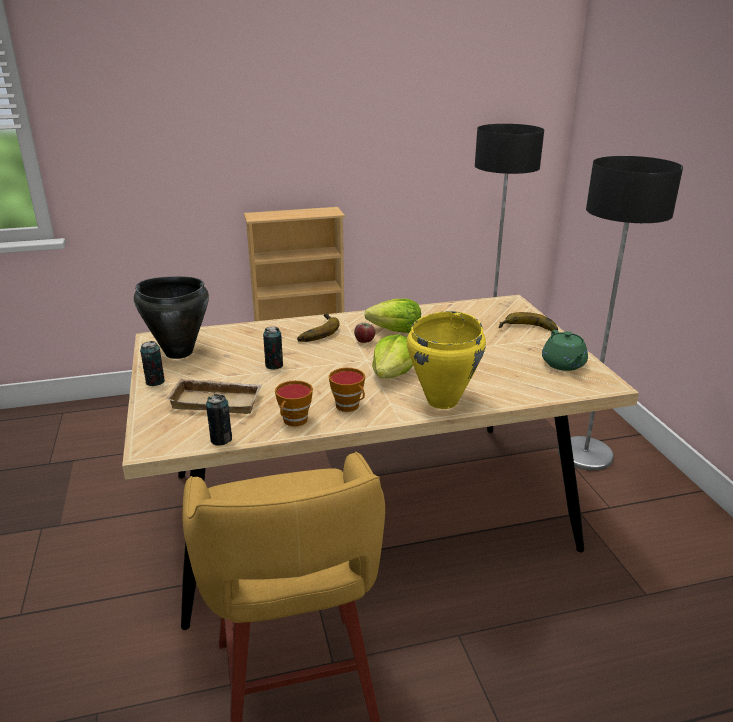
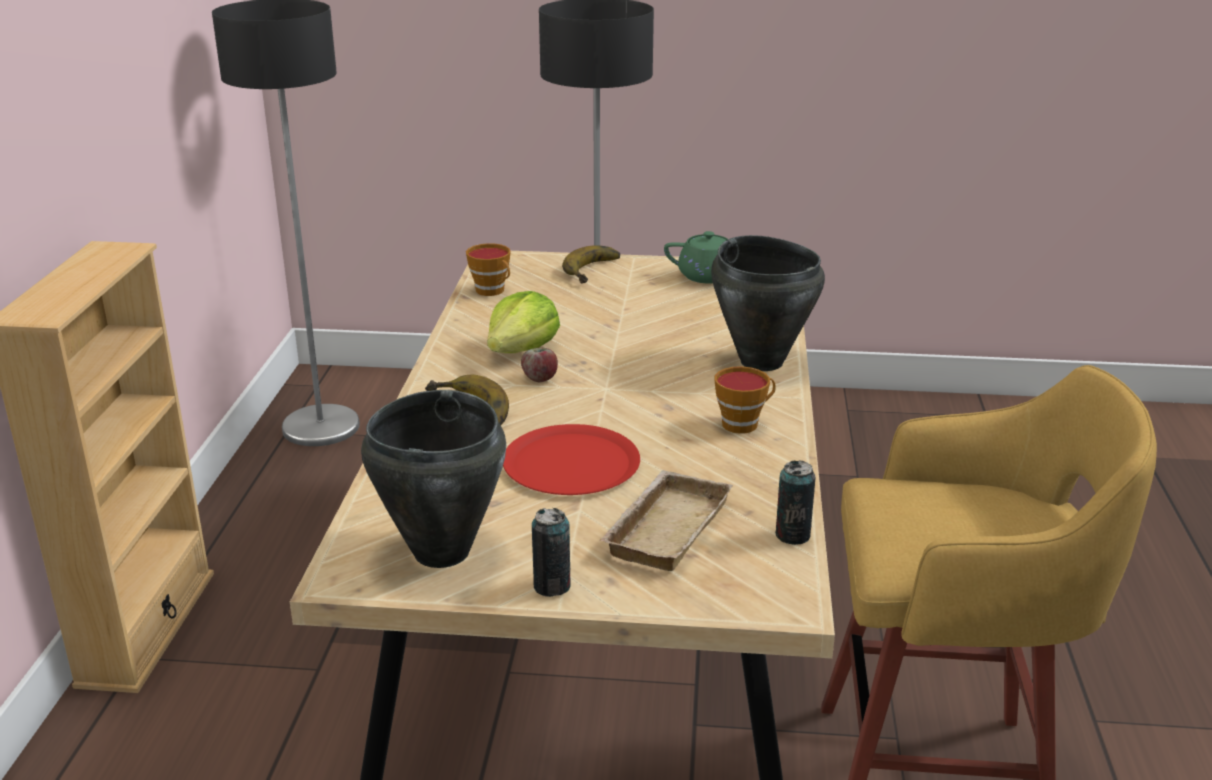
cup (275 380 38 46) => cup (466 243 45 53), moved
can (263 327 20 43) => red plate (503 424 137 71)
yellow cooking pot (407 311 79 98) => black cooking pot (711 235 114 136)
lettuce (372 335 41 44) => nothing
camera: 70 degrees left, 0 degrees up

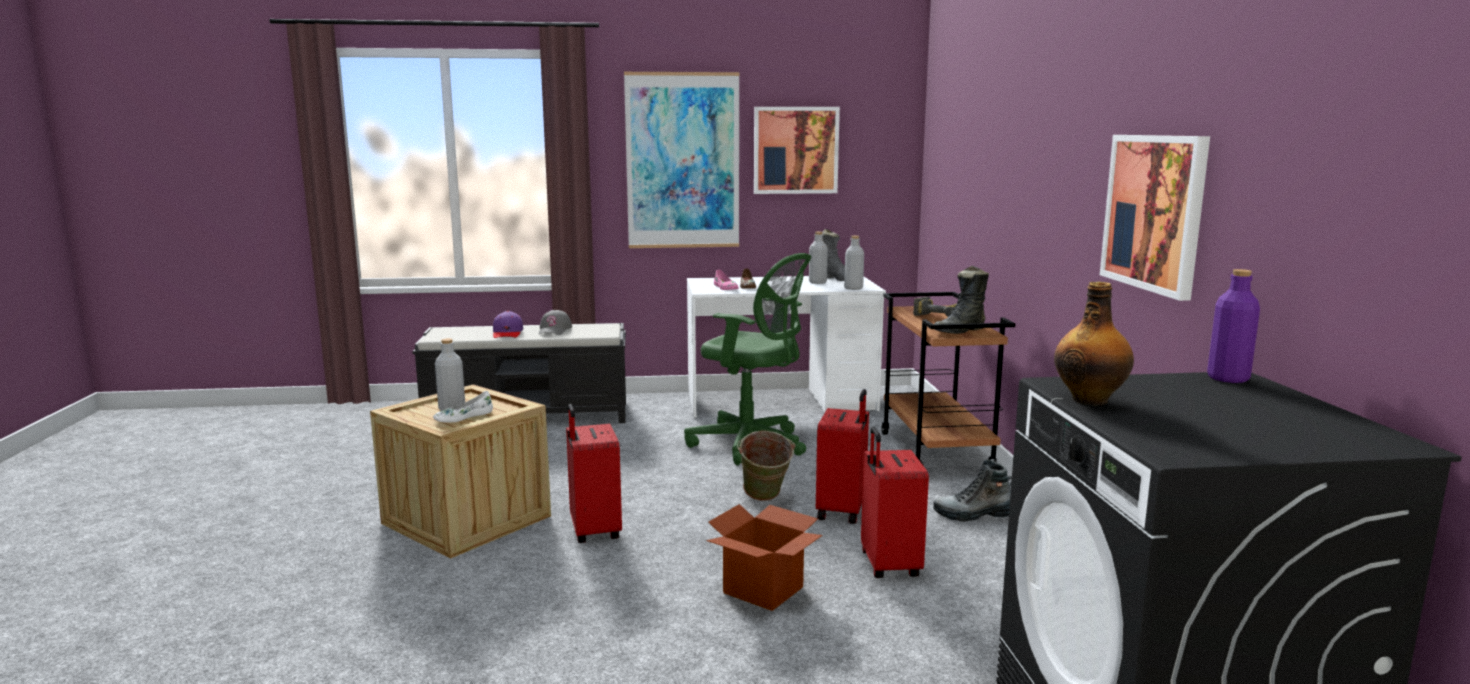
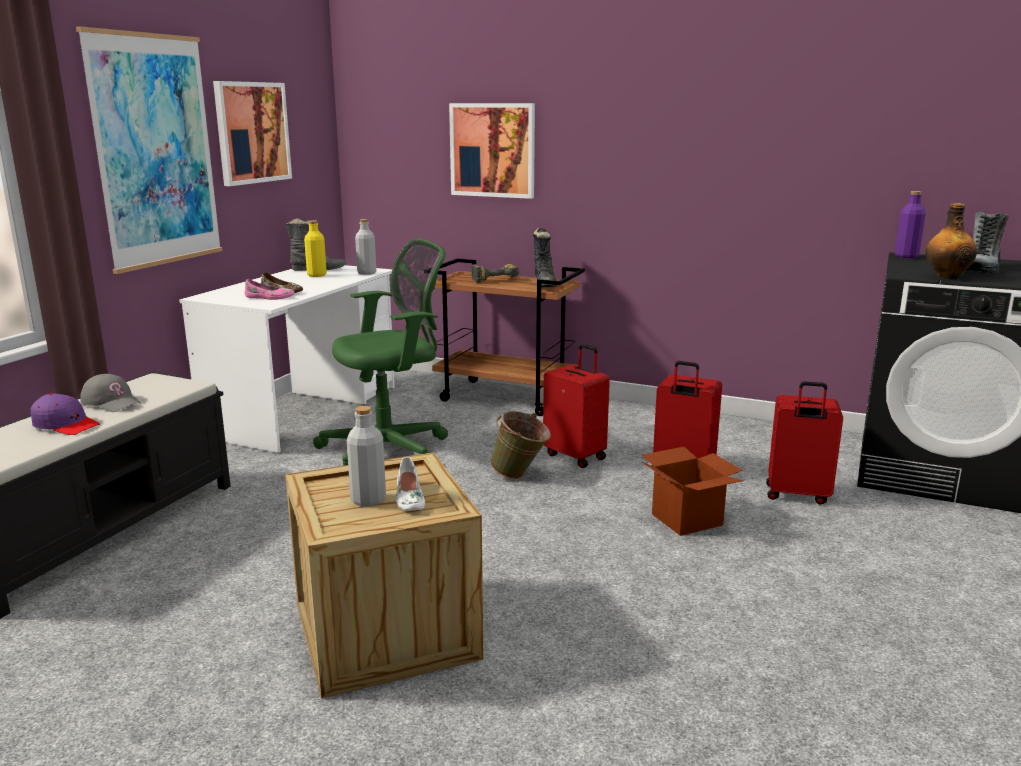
grey bottle (809 232 19 52) => yellow bottle (304 220 23 57)
picture (1100 135 110 166) => picture (449 103 86 96), moved
red suitcase (566 404 56 139) => red suitcase (766 381 77 124), moved
boot (933 459 79 63) => boot (966 212 43 62), moved
camera: 60 degrees left, 5 degrees up

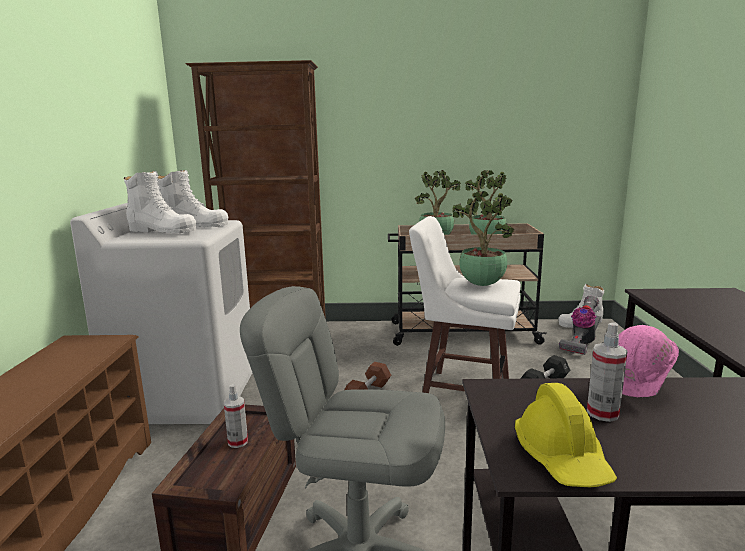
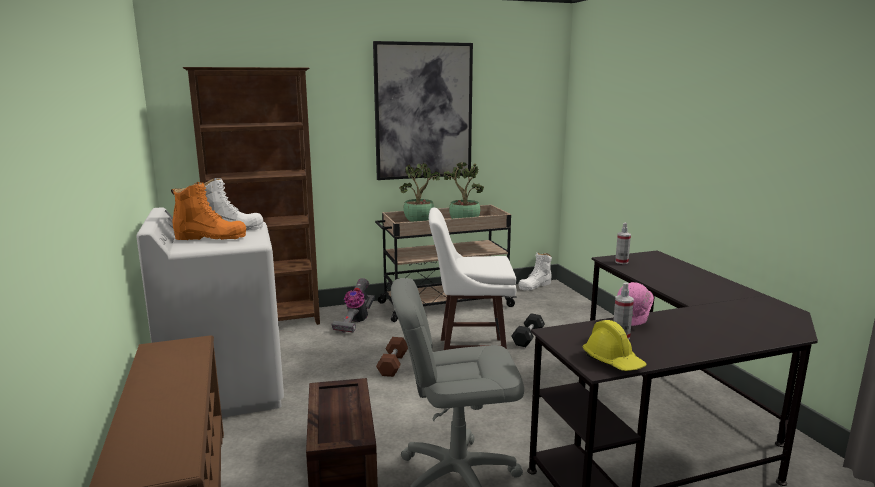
white boot (124 171 73 62) => orange boot (171 182 75 58)
vacuum cleaner (559 296 42 59) => vacuum cleaner (331 278 44 55), moved
nothing => picture (373 41 100 139)
spray bottle (224 384 24 64) => spray bottle (615 223 16 41), moved
potted plant (452 190 62 96) => nothing
camera: 20 degrees left, 0 degrees up

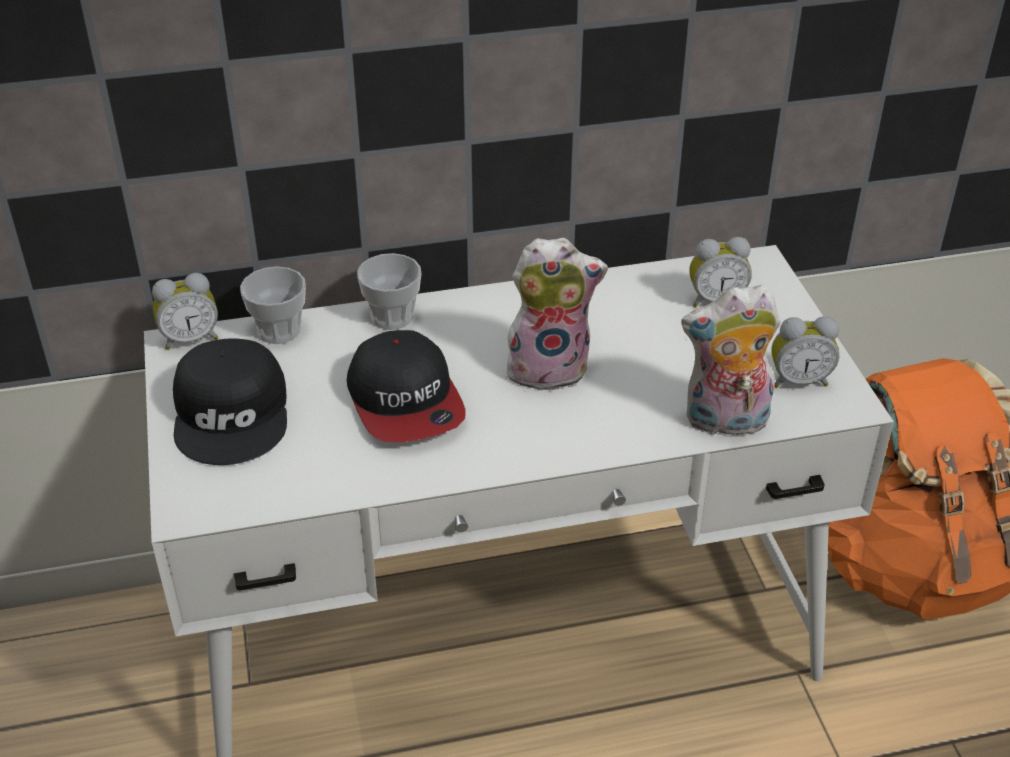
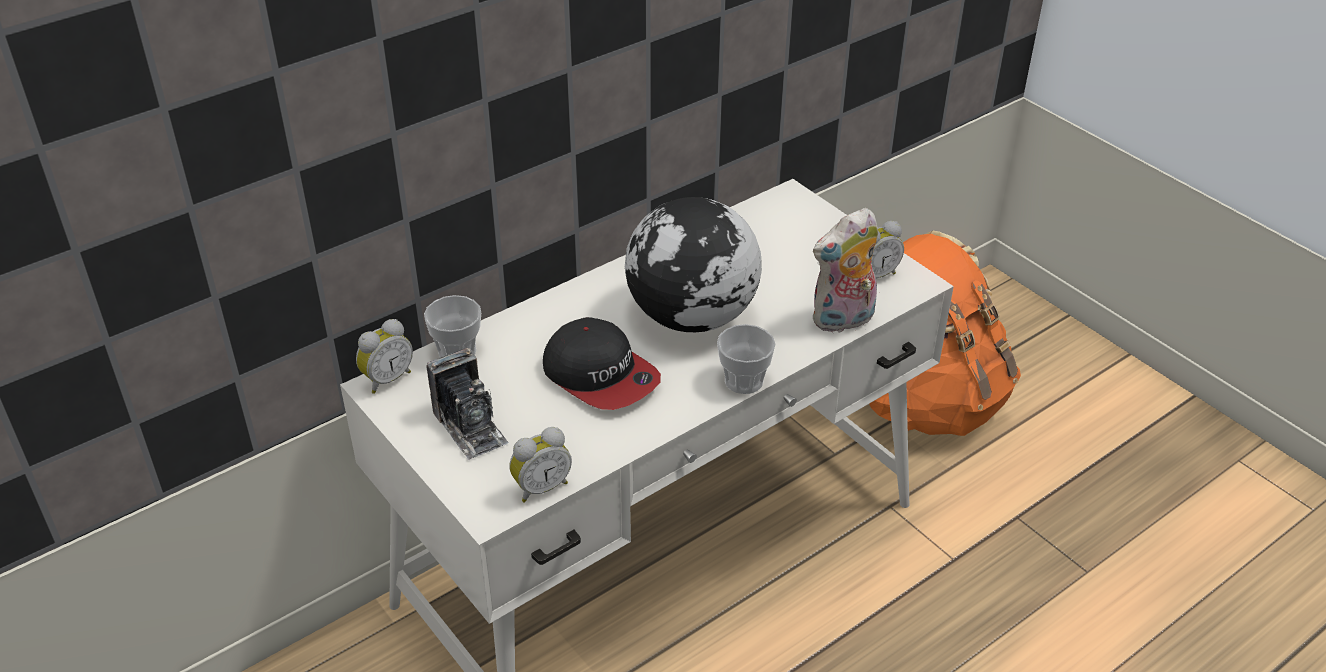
black cap (173 339 114 126) => photo camera (426 348 82 112)
alarm clock (689 237 63 70) => alarm clock (509 427 63 75), moved
plush toy (505 238 103 153) => globe (625 197 137 135)
cup (357 253 64 77) => cup (717 324 59 70), moved
camera: 25 degrees left, 0 degrees up

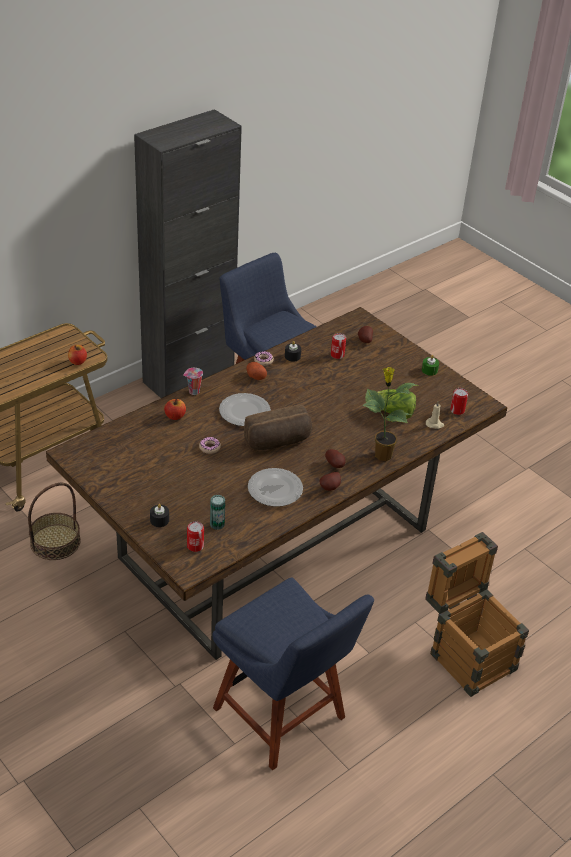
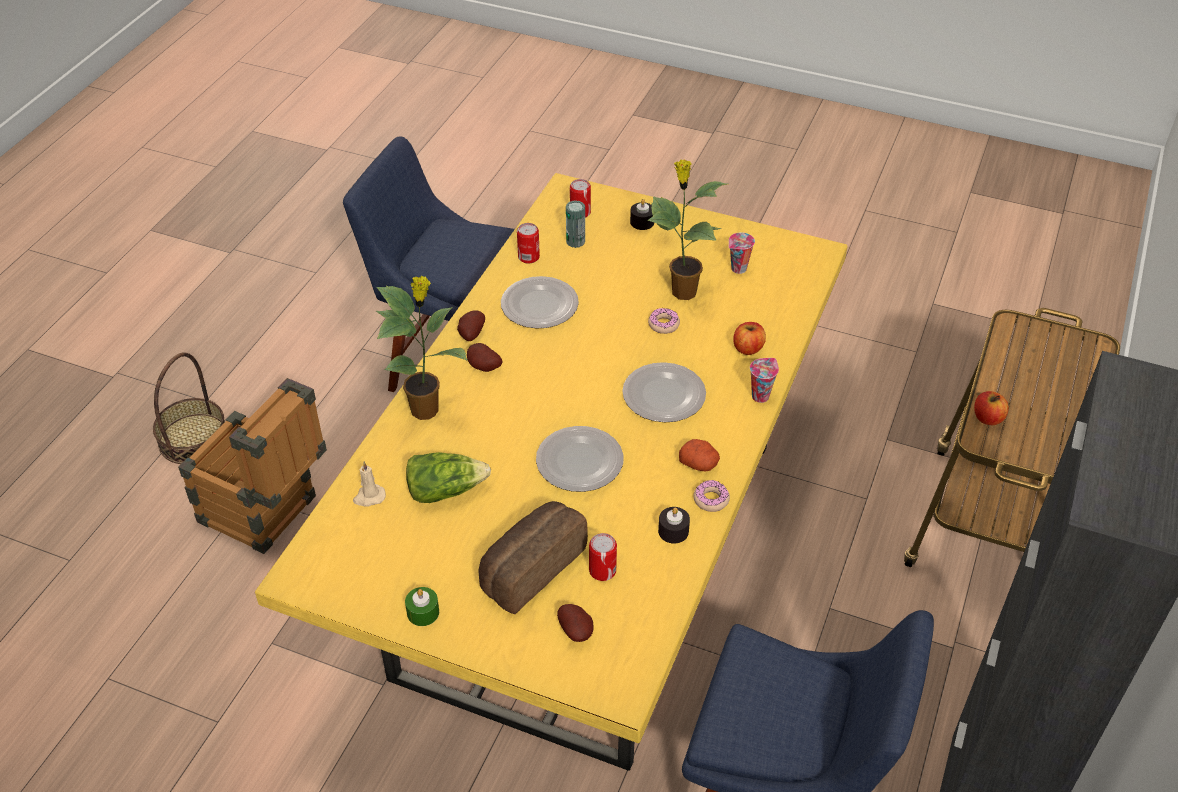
basket (28 483 53 77) => basket (153 352 72 112), moved
brown dining table (46 307 461 353) => yellow dining table (255 173 593 598)
bread (244 404 68 46) => bread (479 501 109 113), moved
can (450 388 18 27) => can (517 223 23 41), moved
nothing => plate (536 426 87 66)
nothing => potted plant (647 160 80 140)
nothing => cup (729 232 26 42)
camera: 155 degrees right, 5 degrees up

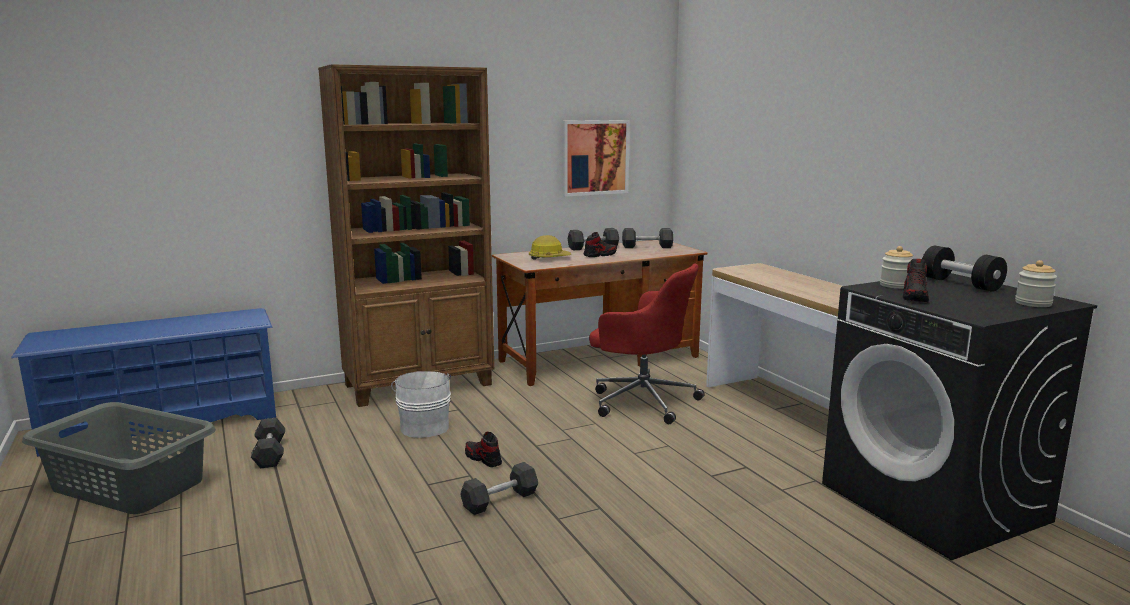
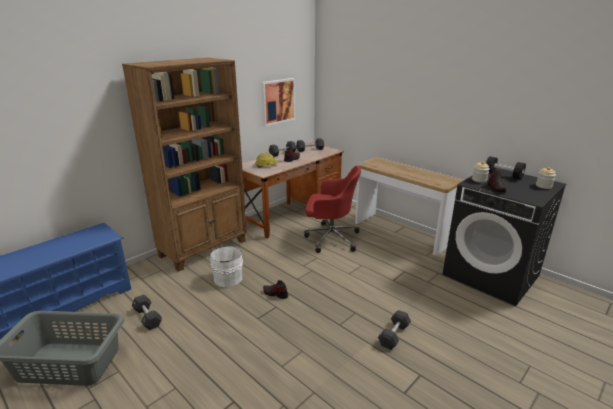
black dumbbell (460 462 78 53) => black dumbbell (378 310 33 40), moved
camera: 20 degrees left, 10 degrees up

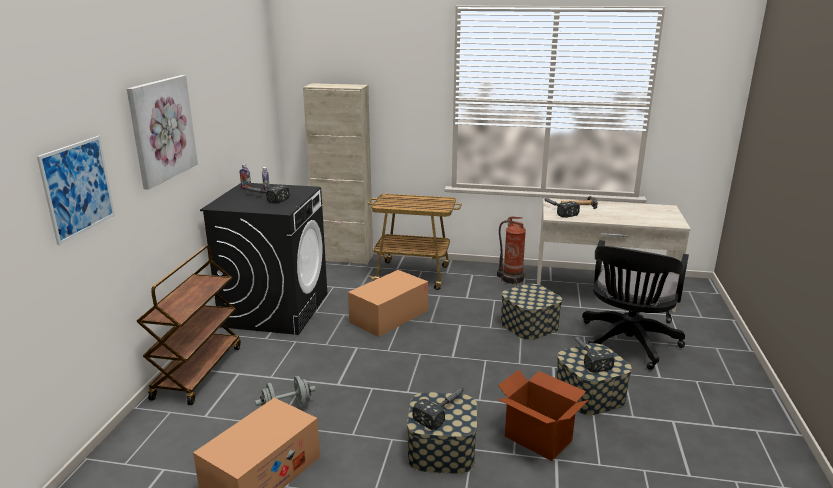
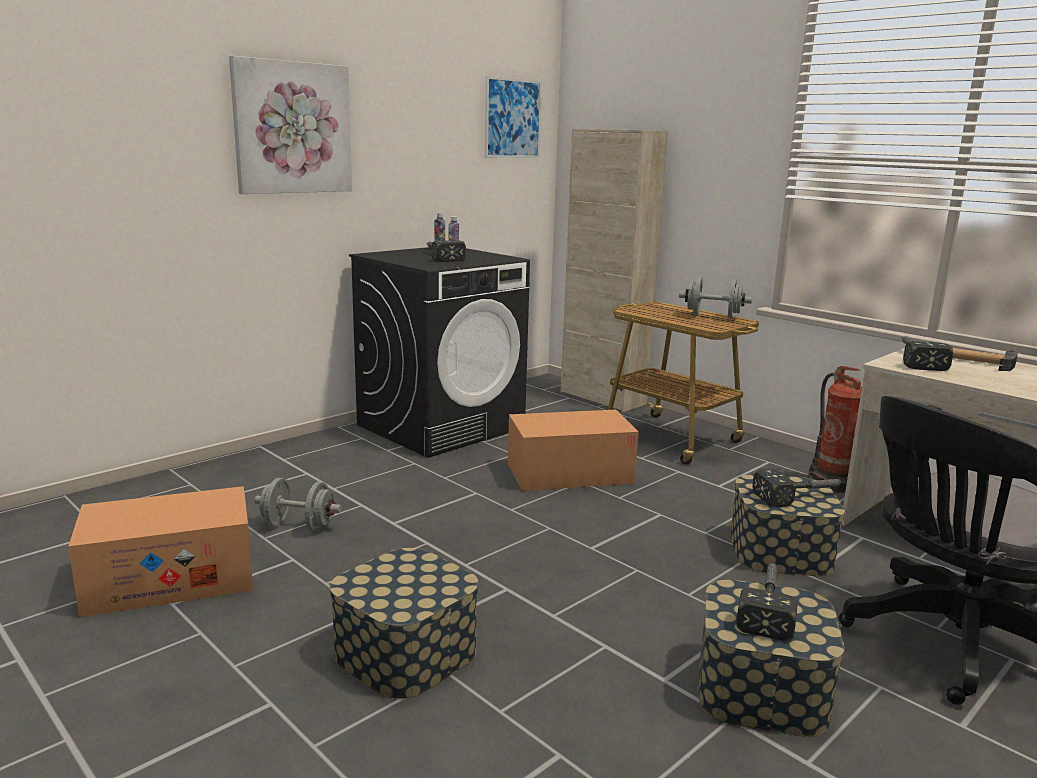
picture (37 136 78 109) => picture (485 76 57 82), moved
nothing => grey dumbbell (679 277 73 41)
hammer (412 388 53 42) => hammer (752 469 93 38), moved
brown cart (136 245 105 160) => nothing
cardboard box (498 370 91 91) => nothing
camera: 35 degrees right, 5 degrees down

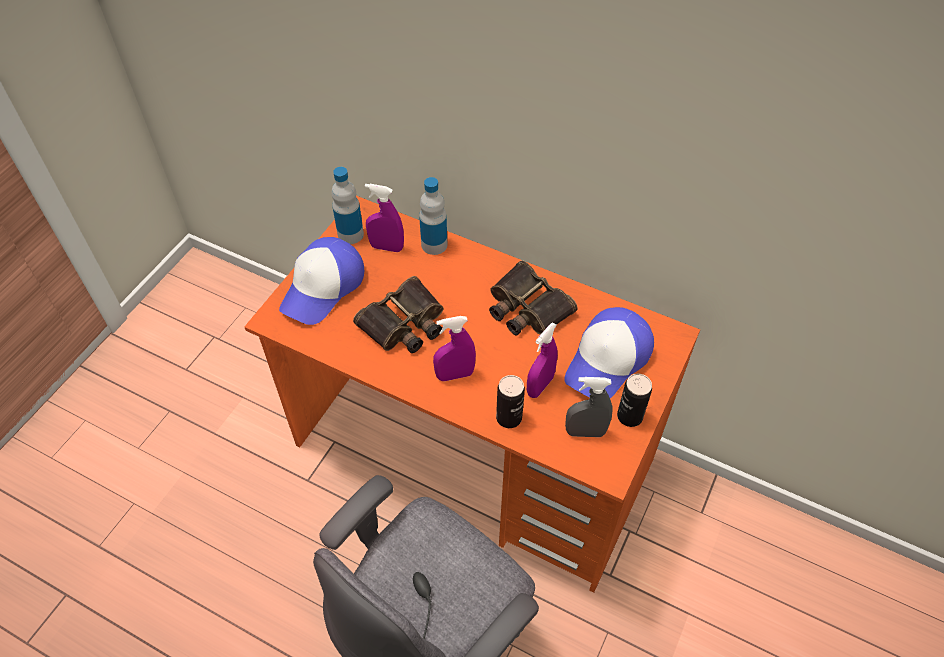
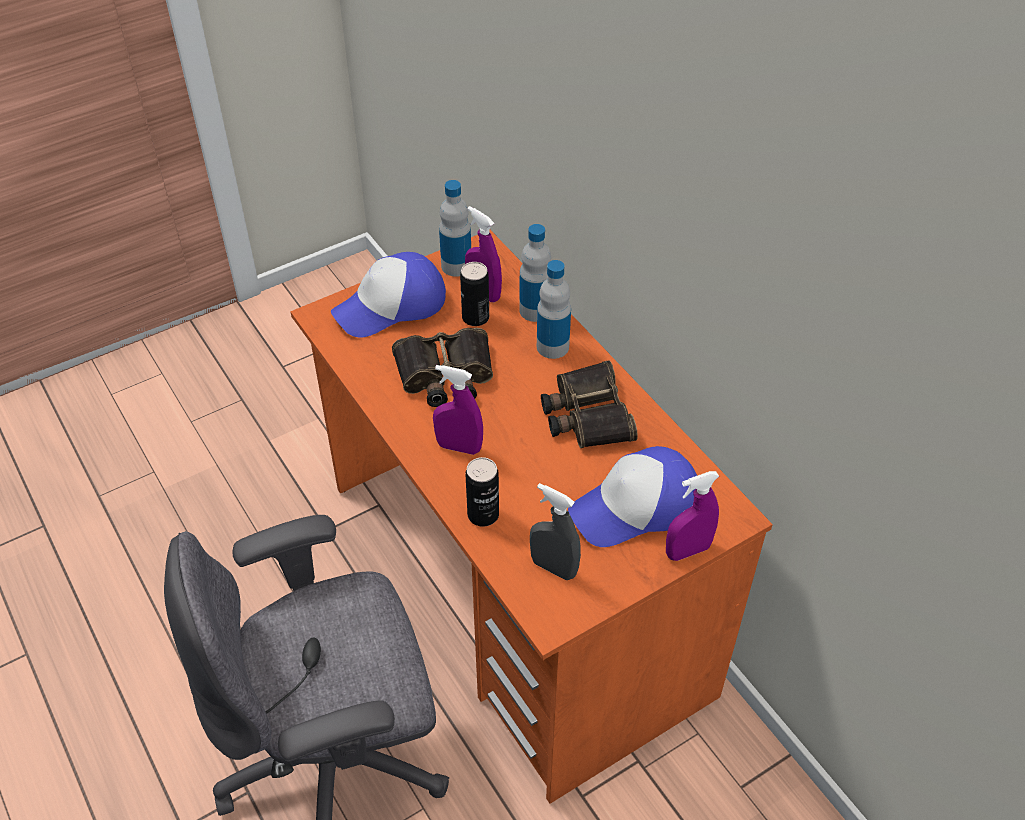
can (617 374 35 53) => can (460 262 29 64), moved
nothing => bottle (537 260 34 99)
purple spray bottle (527 322 31 76) => purple spray bottle (666 471 53 90), moved
camera: 30 degrees right, 5 degrees down

